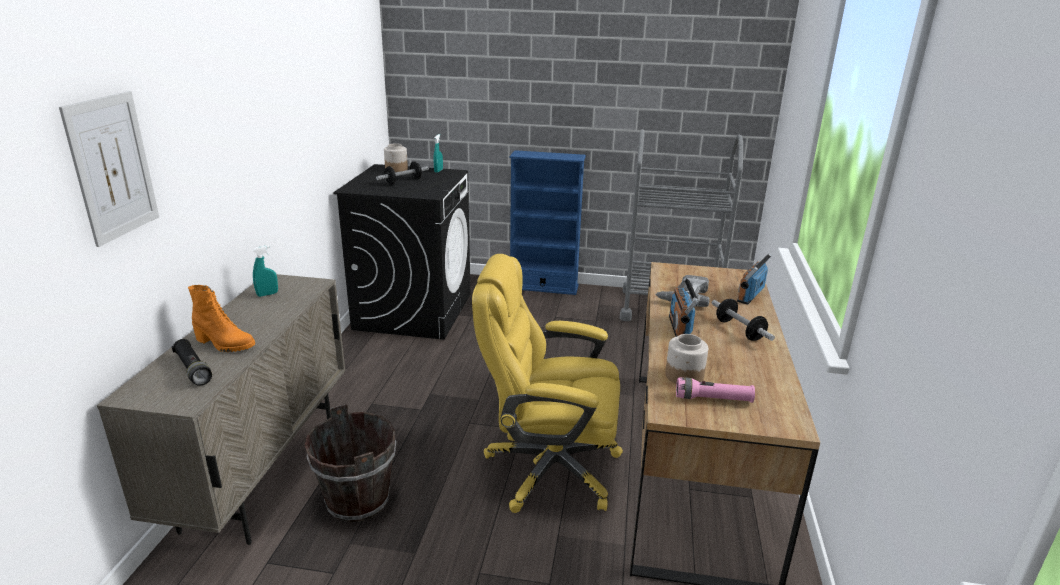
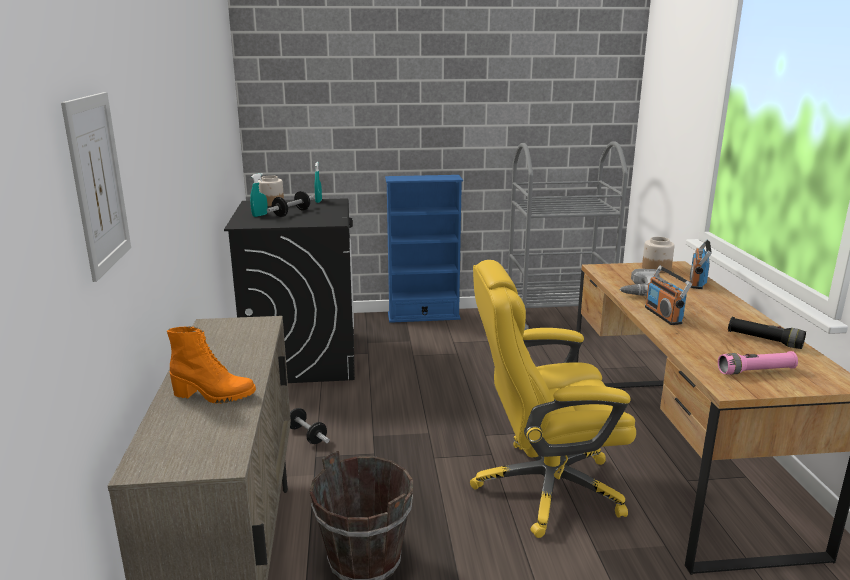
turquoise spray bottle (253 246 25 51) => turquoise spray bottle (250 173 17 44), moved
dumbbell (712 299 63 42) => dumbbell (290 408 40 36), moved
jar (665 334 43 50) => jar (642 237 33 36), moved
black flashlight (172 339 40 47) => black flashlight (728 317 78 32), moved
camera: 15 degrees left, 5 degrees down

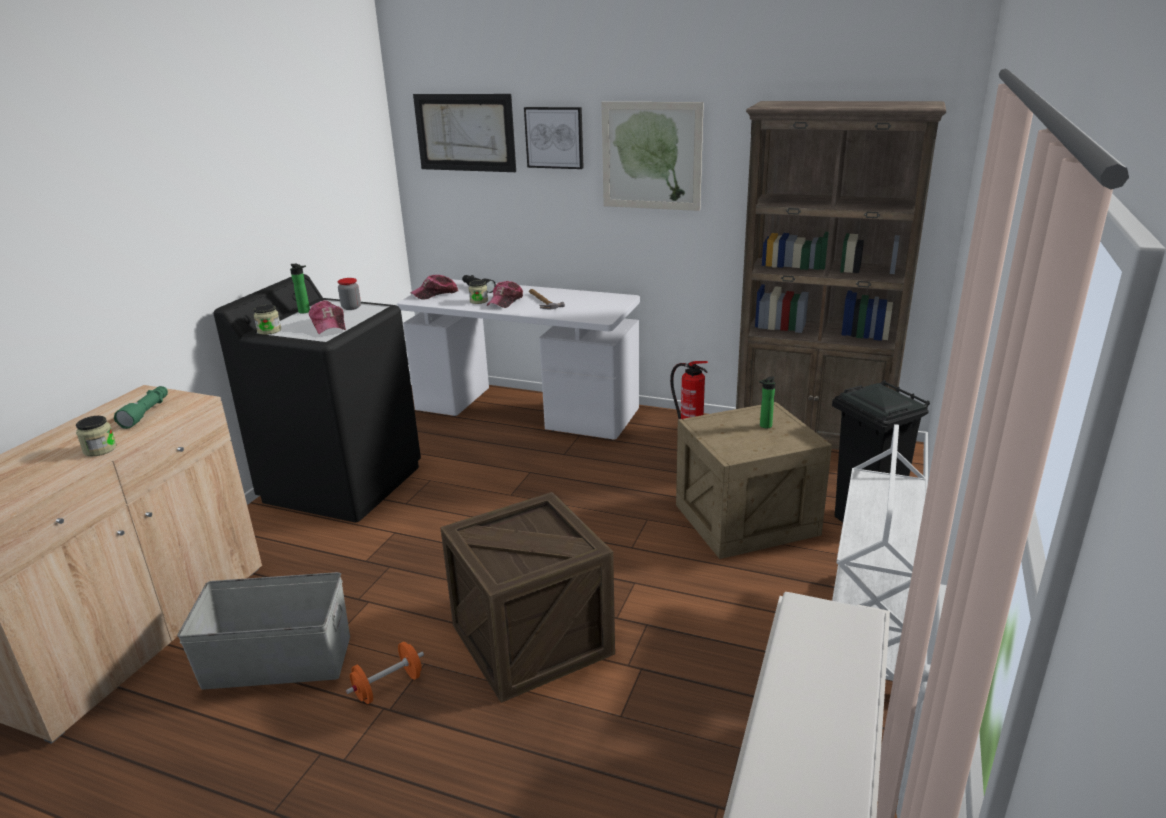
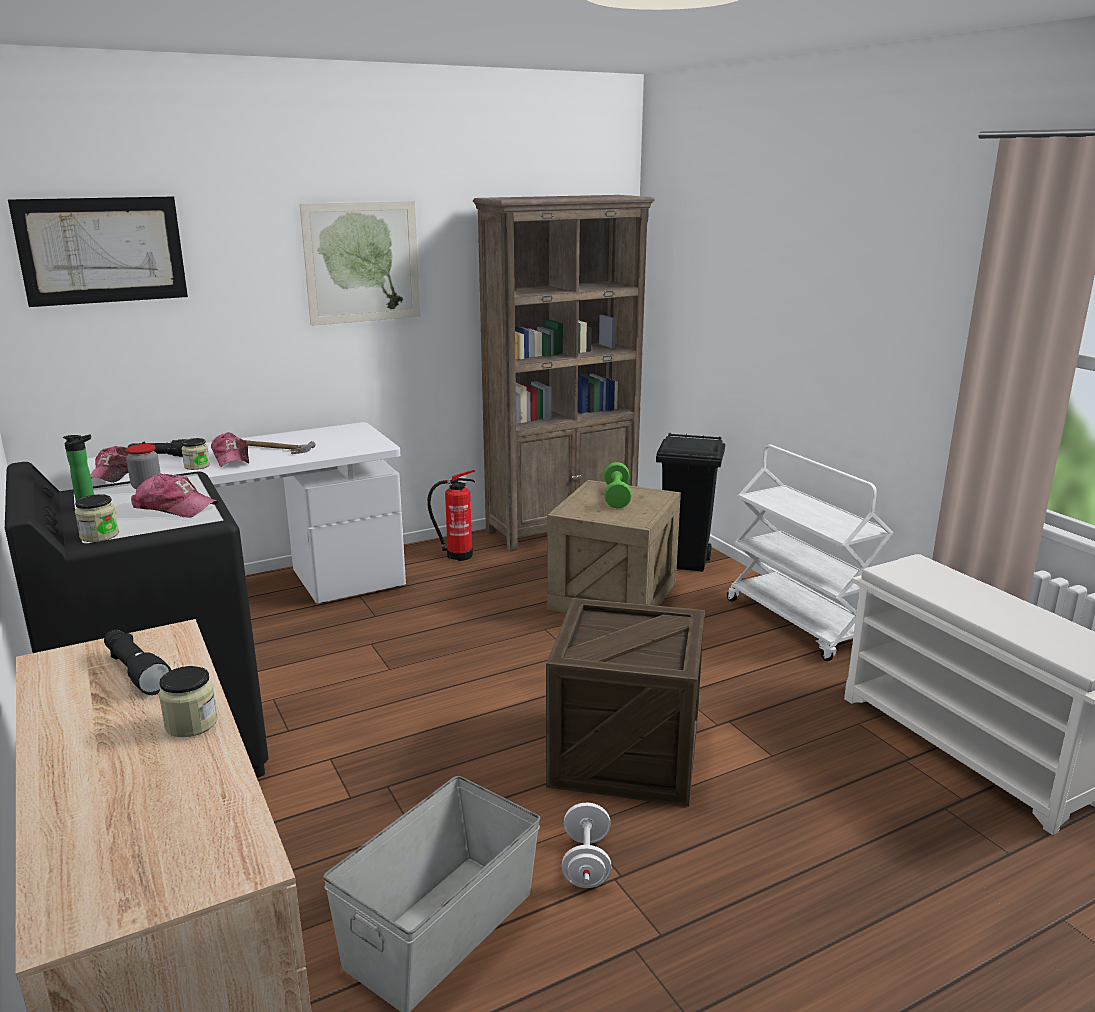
green flashlight (114 386 54 43) => black flashlight (104 630 67 65)
orange dumbbell (346 642 78 62) => white dumbbell (562 803 49 85)
bottle (759 377 17 51) => green dumbbell (604 462 28 47)
picture (524 107 60 62) => nothing
camera: 50 degrees left, 5 degrees down

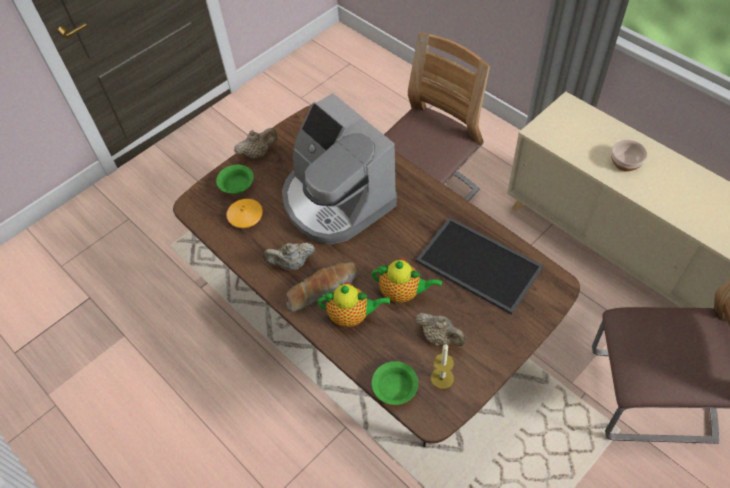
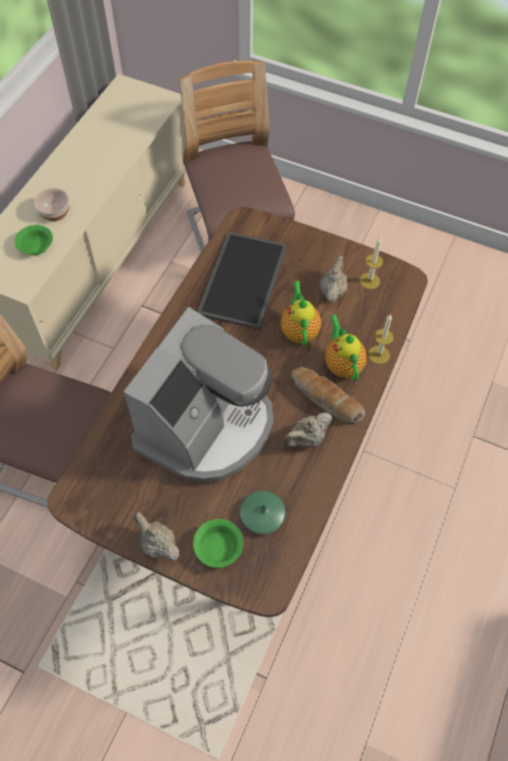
green bowl (372 361 46 44) => green bowl (15 225 38 30), moved
orange vase (226 199 37 29) => green vase (240 491 46 43)
beige teapot (263 243 52 27) => beige teapot (283 412 49 36), 90 degrees clockwise
nothing => candle (368 314 26 50)
camera: 115 degrees left, 5 degrees up

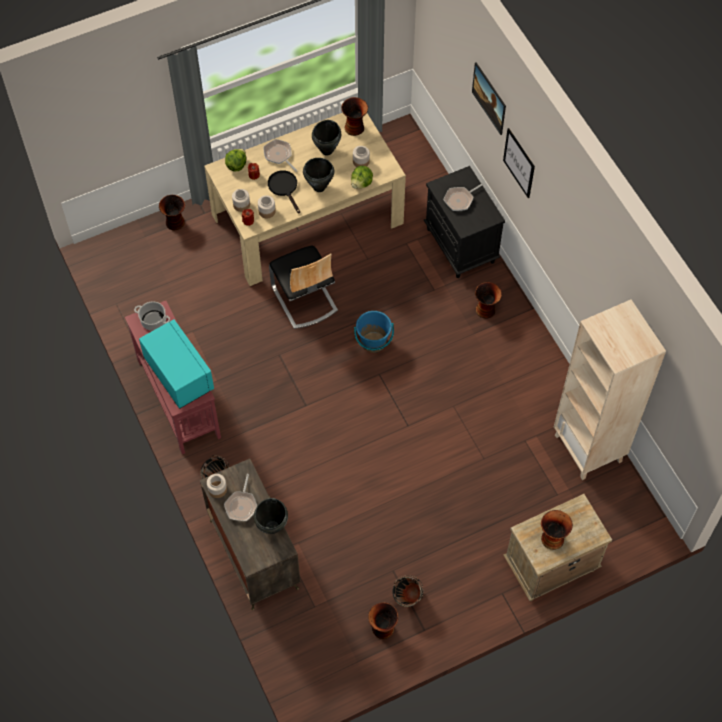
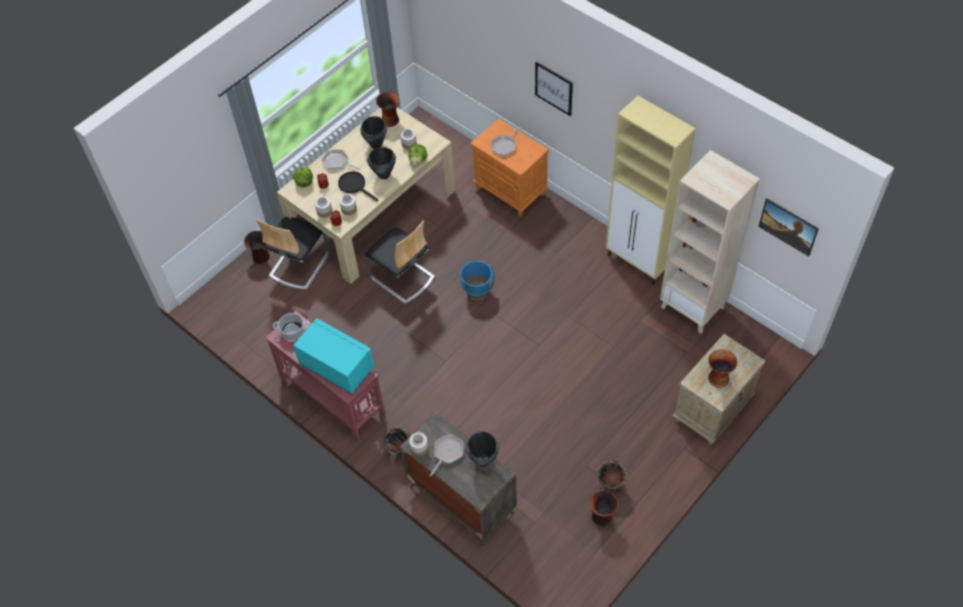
nothing => chair (255 217 75 73)
frying pan (224 474 33 47) => frying pan (430 434 34 42), 135 degrees counterclockwise
black nightstand (424 166 81 112) => orange nightstand (470 118 79 98)
nothing => beige cabinet (606 96 90 189)
picture (472 62 34 73) => picture (758 198 61 59), moved
vase (475 282 27 37) => nothing
camera: 20 degrees left, 5 degrees down

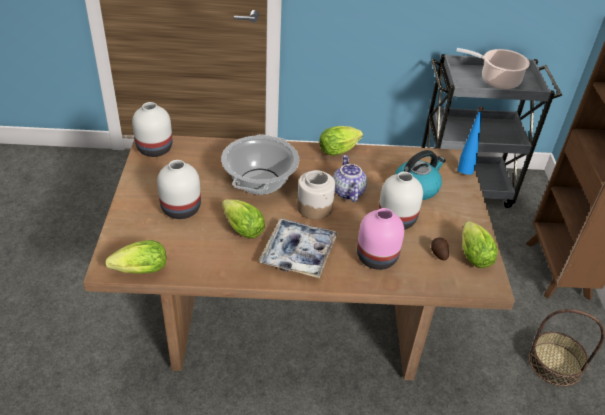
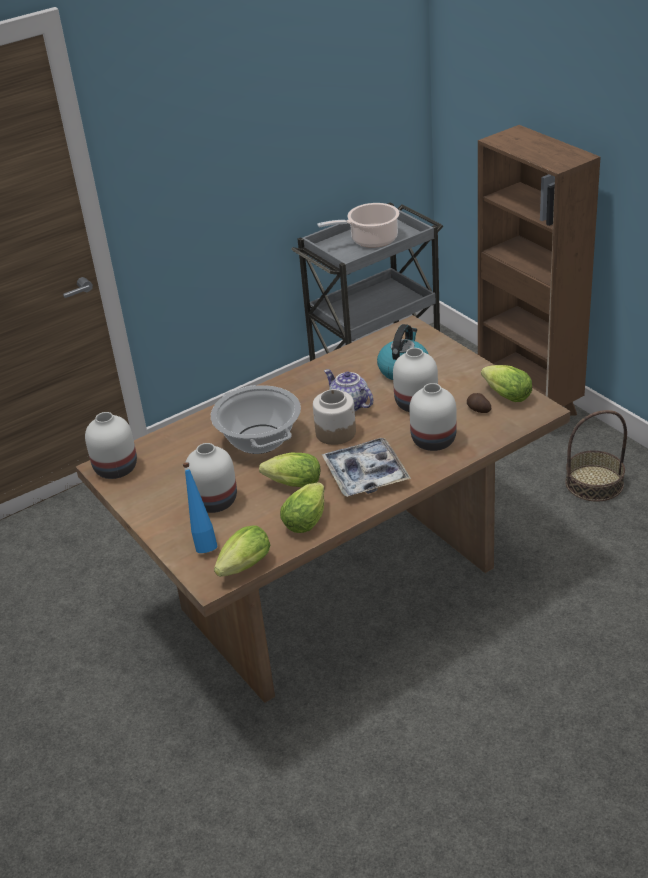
blue bottle (457 107 27 68) => blue bottle (182 462 36 91), moved
lettuce (319 126 44 30) => lettuce (280 482 45 51), moved
pink vase (357 208 47 62) => white vase (409 383 48 68)
camera: 30 degrees left, 5 degrees down

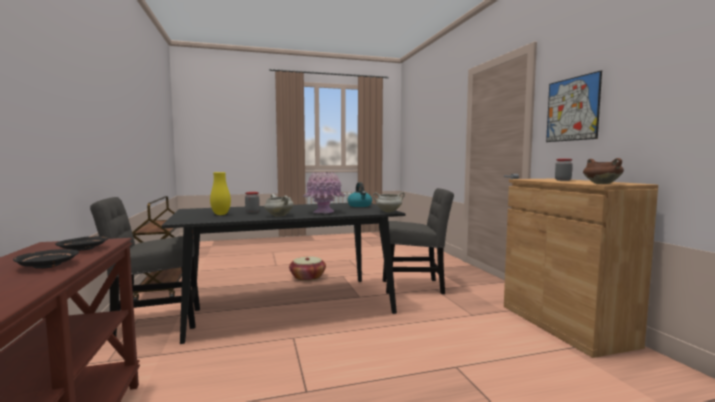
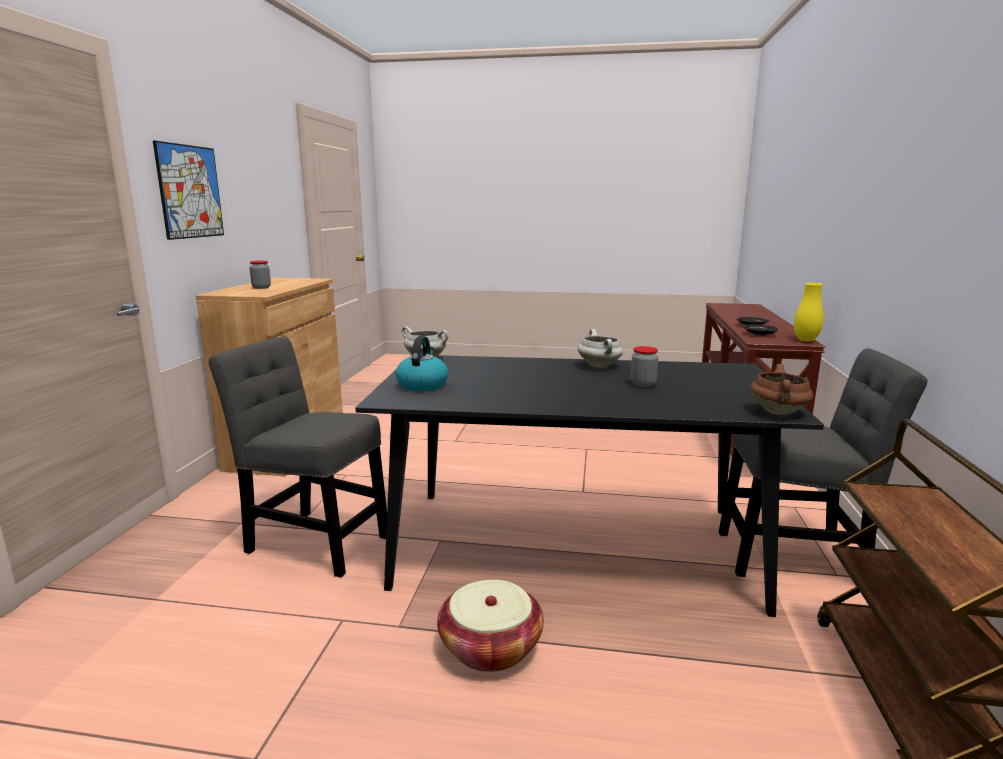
brown cooking pot (583 158 41 26) => brown cooking pot (750 364 63 51), moved
yellow vase (210 172 21 43) => yellow vase (794 283 30 59), moved
pink vase (303 172 42 41) => nothing
camera: 155 degrees left, 10 degrees up

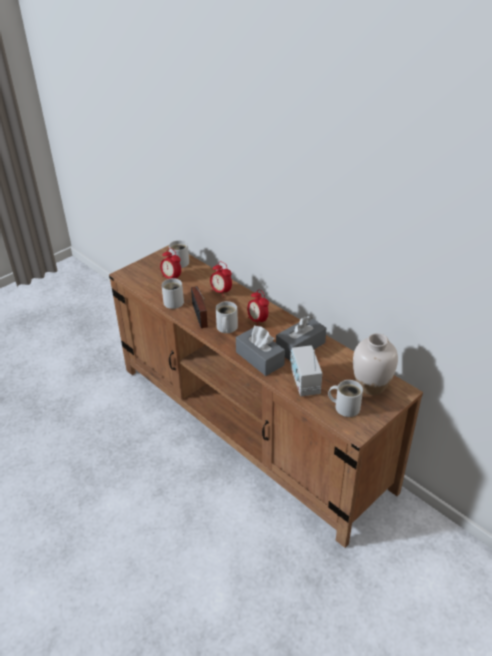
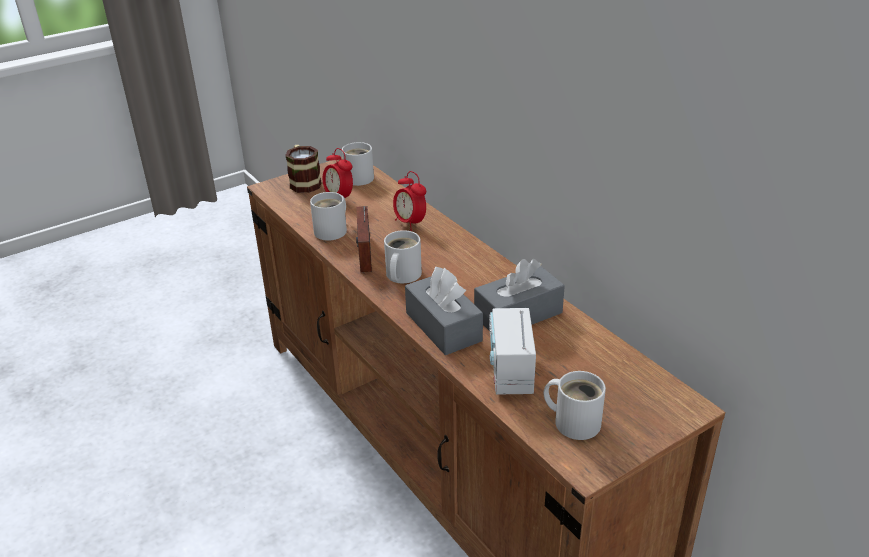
nothing => mug (285 145 37 48)
alarm clock (247 289 22 36) => nothing
white vase (353 333 45 62) => nothing
camera: 10 degrees right, 5 degrees down

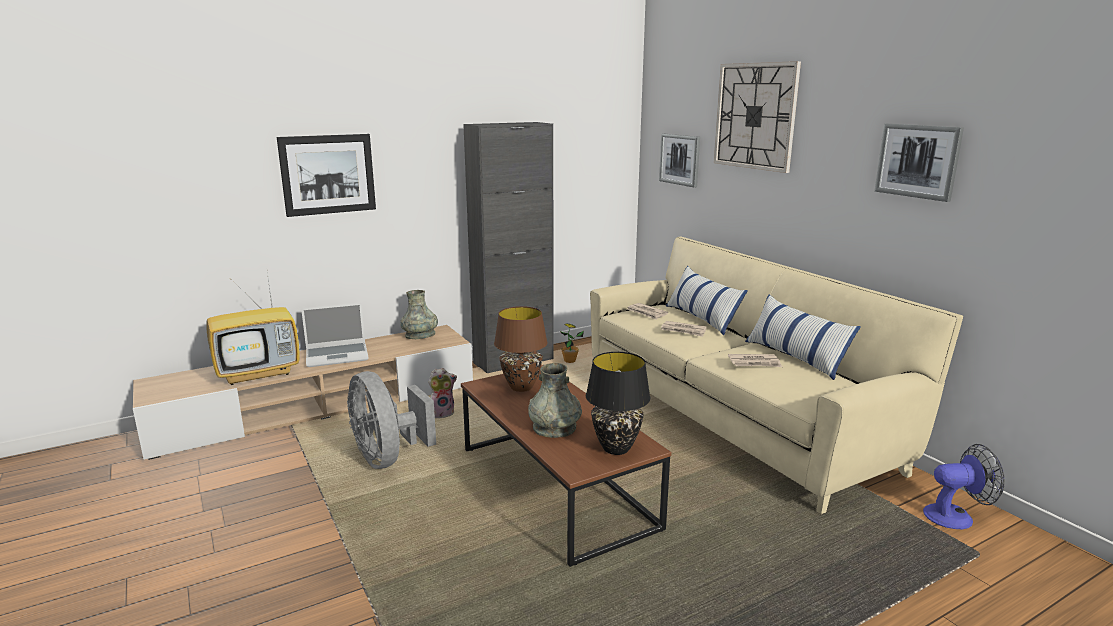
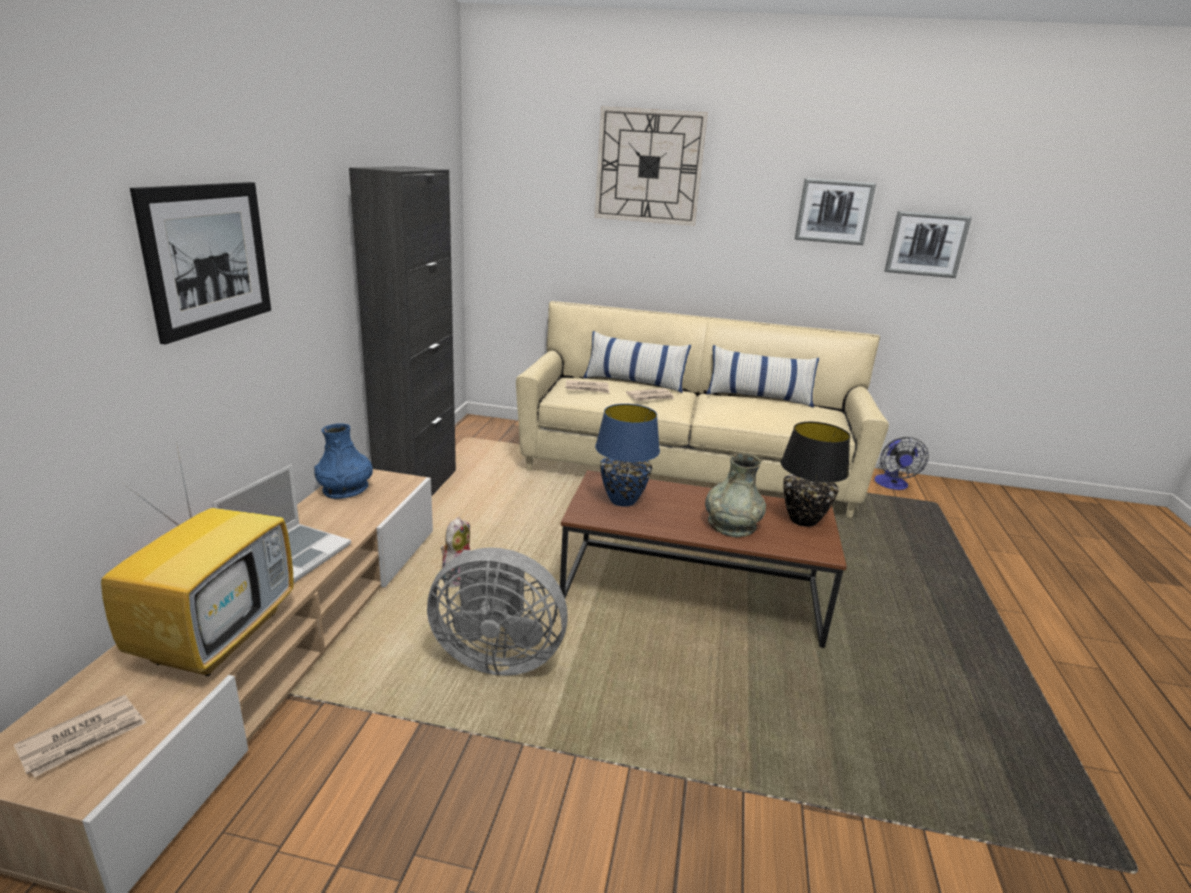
newspaper (728 354 54 13) => newspaper (14 695 132 83), moved
grey vase (400 290 38 49) => blue vase (314 423 59 76)
brown table lamp (494 306 54 86) => blue table lamp (595 404 65 103)
fan (923 444 82 85) => fan (875 437 54 53), 150 degrees clockwise
picture (659 134 41 54) => picture (884 211 88 67), moved
potted plant (560 323 24 40) => nothing
camera: 50 degrees left, 5 degrees up

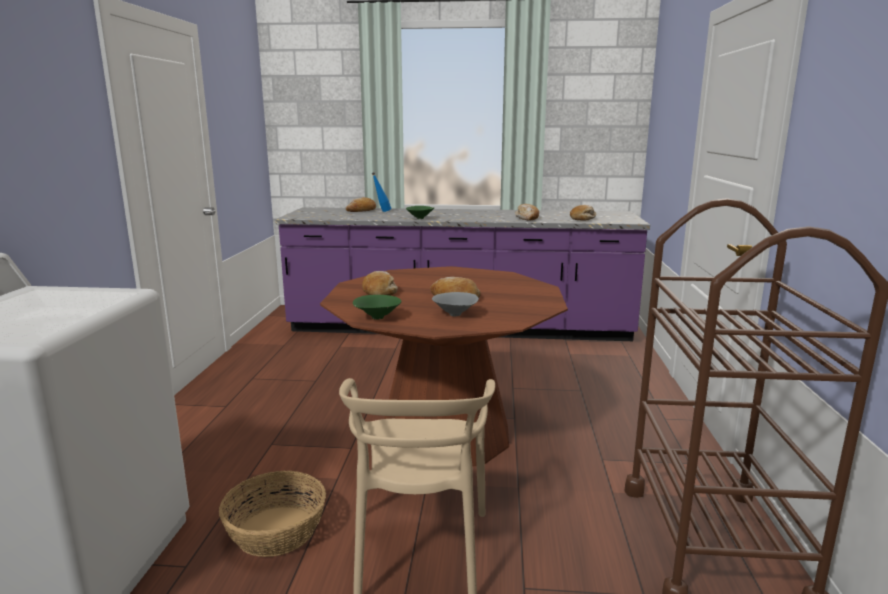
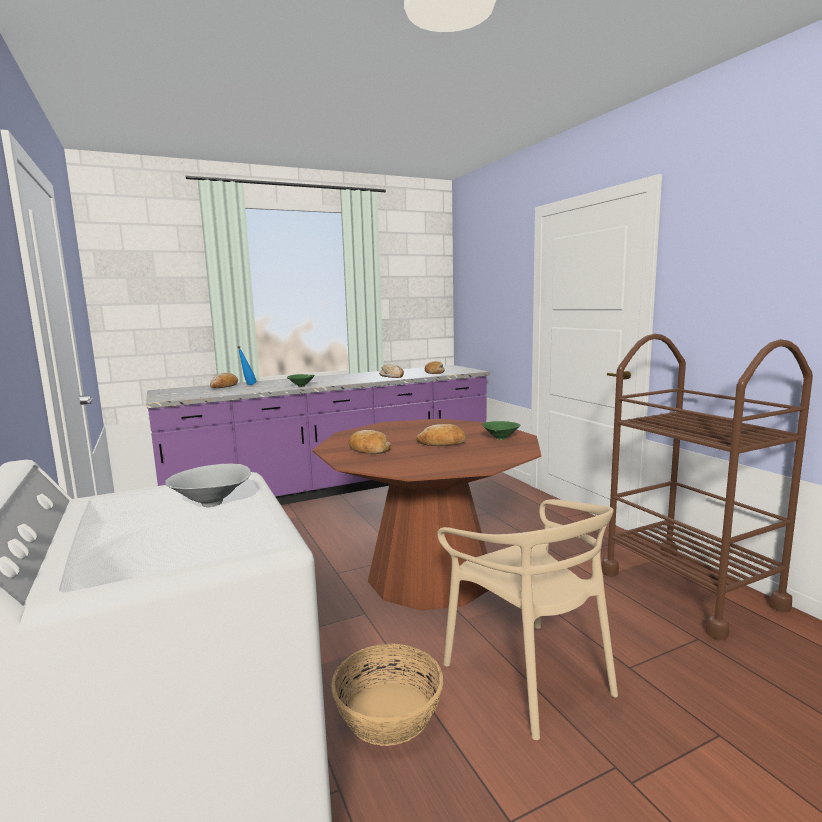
grey bowl (432 292 47 24) => grey bowl (165 464 86 43), moved
green bowl (353 295 49 25) => green bowl (482 421 39 19), moved
camera: 30 degrees left, 5 degrees down

